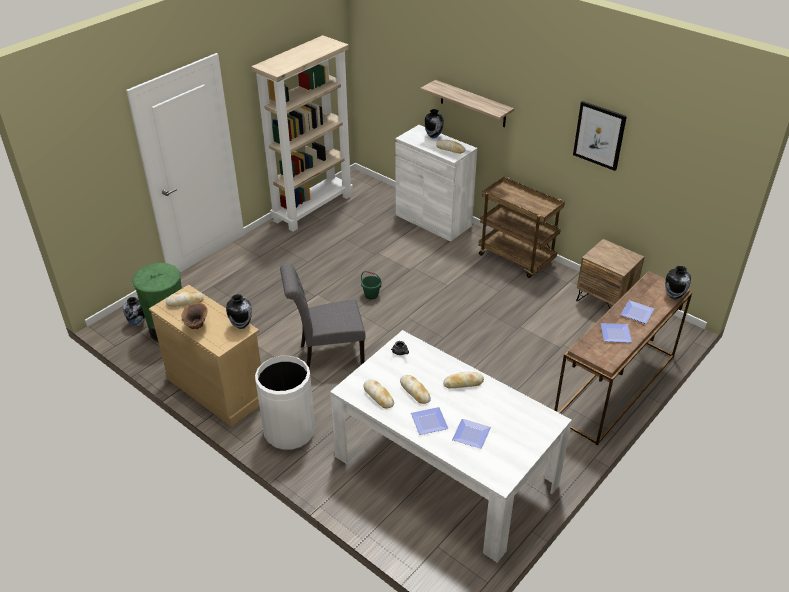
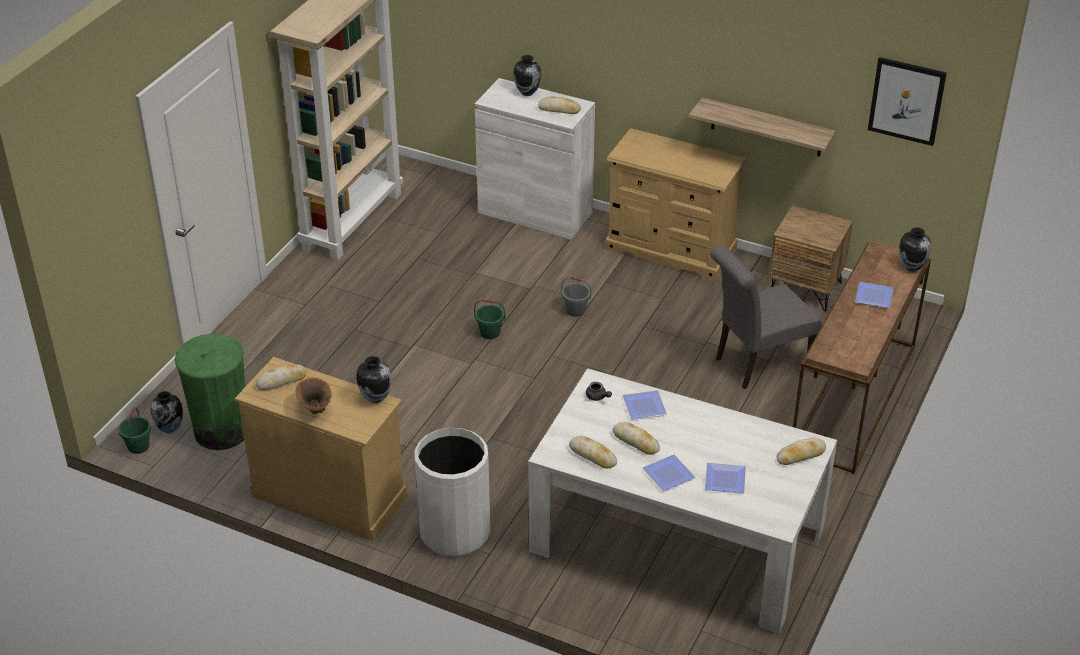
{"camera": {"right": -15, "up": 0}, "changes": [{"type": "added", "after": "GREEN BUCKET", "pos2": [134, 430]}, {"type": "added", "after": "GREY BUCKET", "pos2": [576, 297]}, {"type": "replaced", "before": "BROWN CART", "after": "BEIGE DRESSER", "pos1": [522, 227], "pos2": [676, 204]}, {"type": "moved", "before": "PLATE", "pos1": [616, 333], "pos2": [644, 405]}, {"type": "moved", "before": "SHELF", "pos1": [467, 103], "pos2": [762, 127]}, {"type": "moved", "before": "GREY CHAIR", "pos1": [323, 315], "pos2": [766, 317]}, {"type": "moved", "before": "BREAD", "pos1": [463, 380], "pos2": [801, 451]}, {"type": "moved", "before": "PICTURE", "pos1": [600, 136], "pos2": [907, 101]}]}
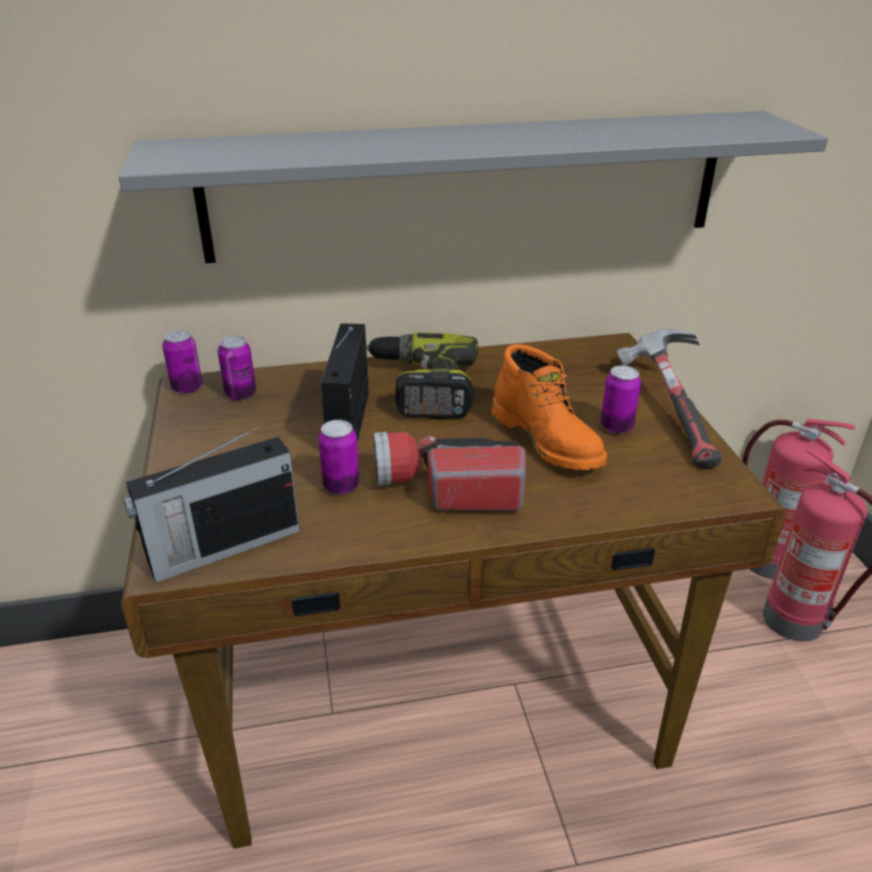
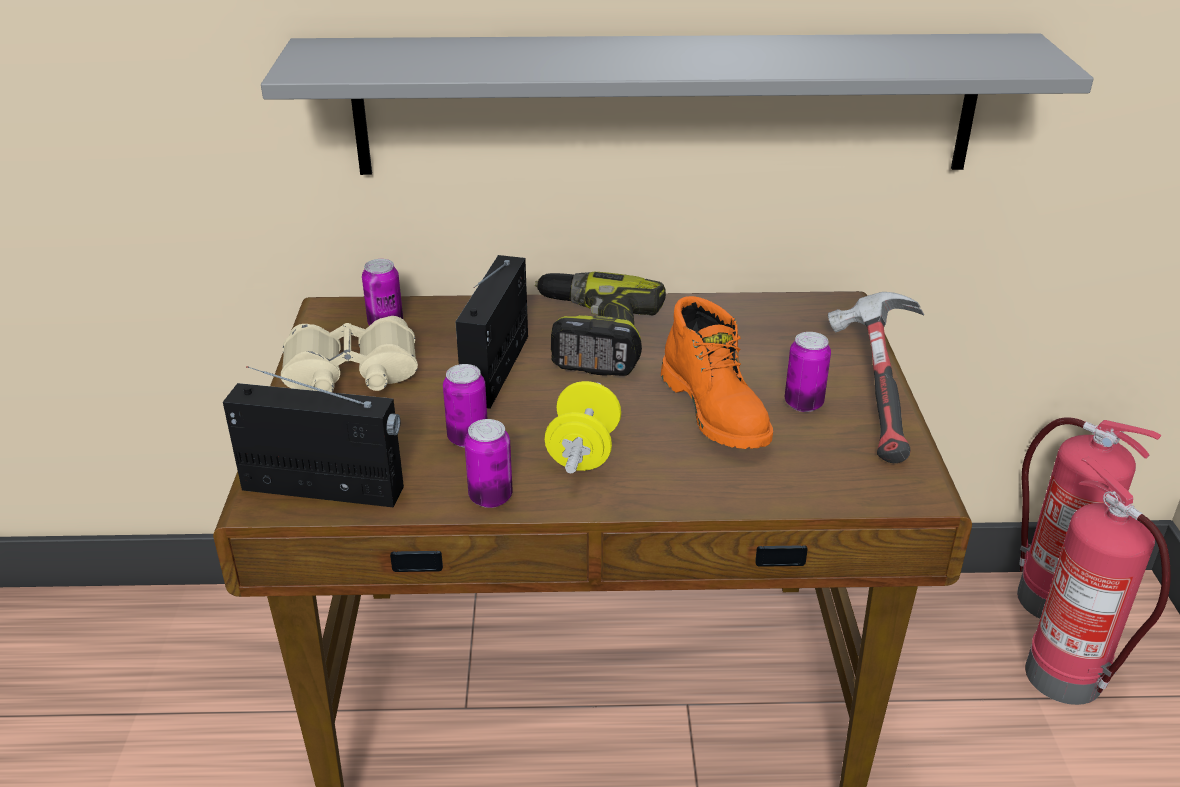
{"camera": {"right": 10, "up": 0}, "changes": [{"type": "turned", "before": "RADIO", "pos1": [212, 504], "pos2": [313, 436], "turn": -150}, {"type": "added", "after": "BEIGE BINOCULARS", "pos2": [349, 354]}, {"type": "moved", "before": "CAN", "pos1": [182, 362], "pos2": [488, 463]}, {"type": "replaced", "before": "FLASHLIGHT", "after": "YELLOW DUMBBELL", "pos1": [449, 471], "pos2": [583, 427]}]}
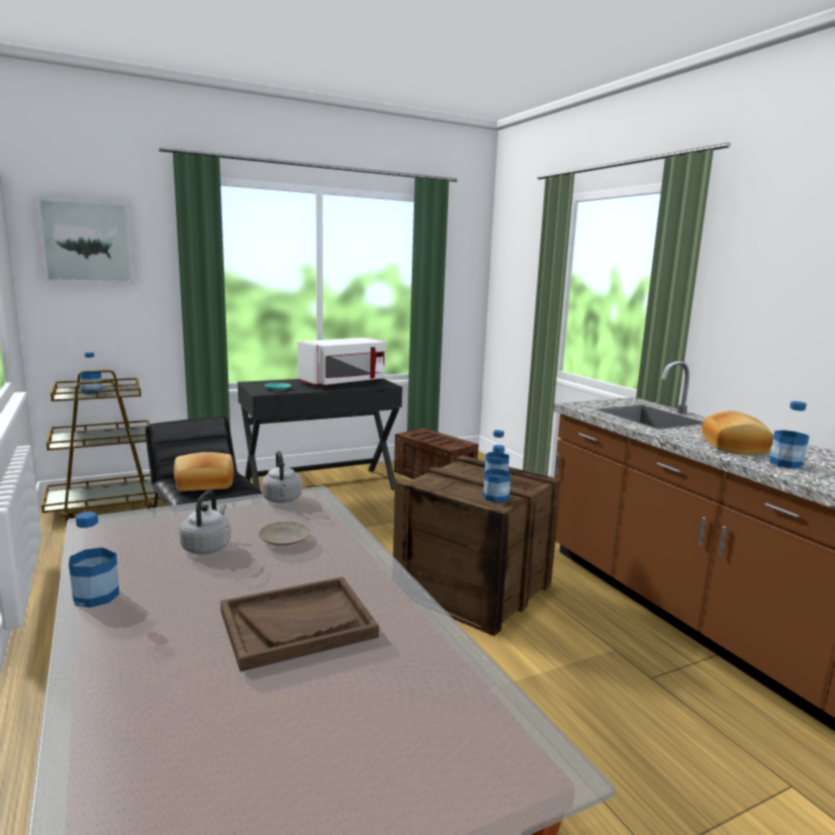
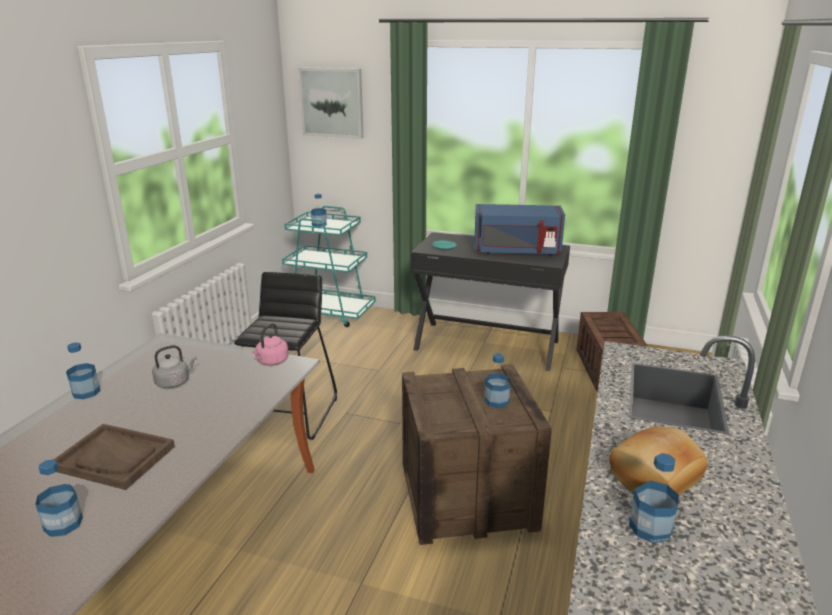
{"camera": {"right": 45, "up": 10}, "changes": [{"type": "moved", "before": "BOTTLE", "pos1": [497, 473], "pos2": [59, 498]}, {"type": "recoloured", "before": "GREY KETTLE", "after": "PINK KETTLE", "pos1": [282, 477], "pos2": [270, 344]}, {"type": "recoloured", "before": "BROWN CART", "after": "TURQUOISE CART", "pos1": [100, 445], "pos2": [328, 266]}, {"type": "recoloured", "before": "WHITE MICROWAVE", "after": "BLUE MICROWAVE", "pos1": [341, 362], "pos2": [519, 229]}, {"type": "removed", "before": "BREAD", "pos1": [204, 471]}, {"type": "removed", "before": "BEIGE PLATE", "pos1": [284, 533]}]}
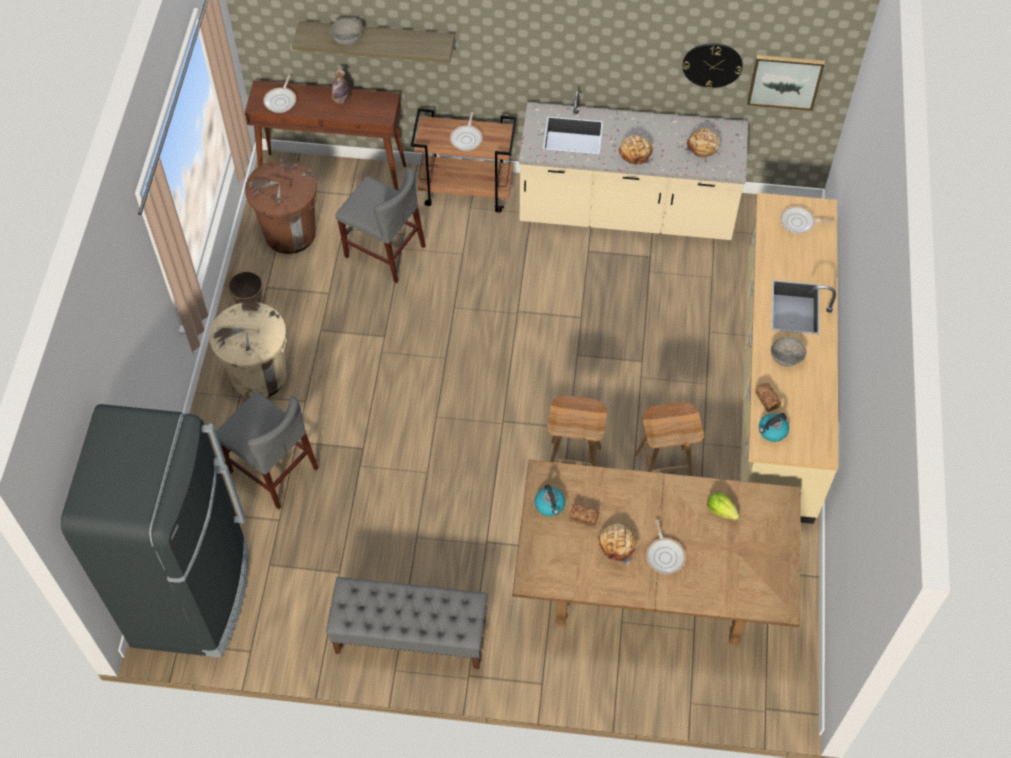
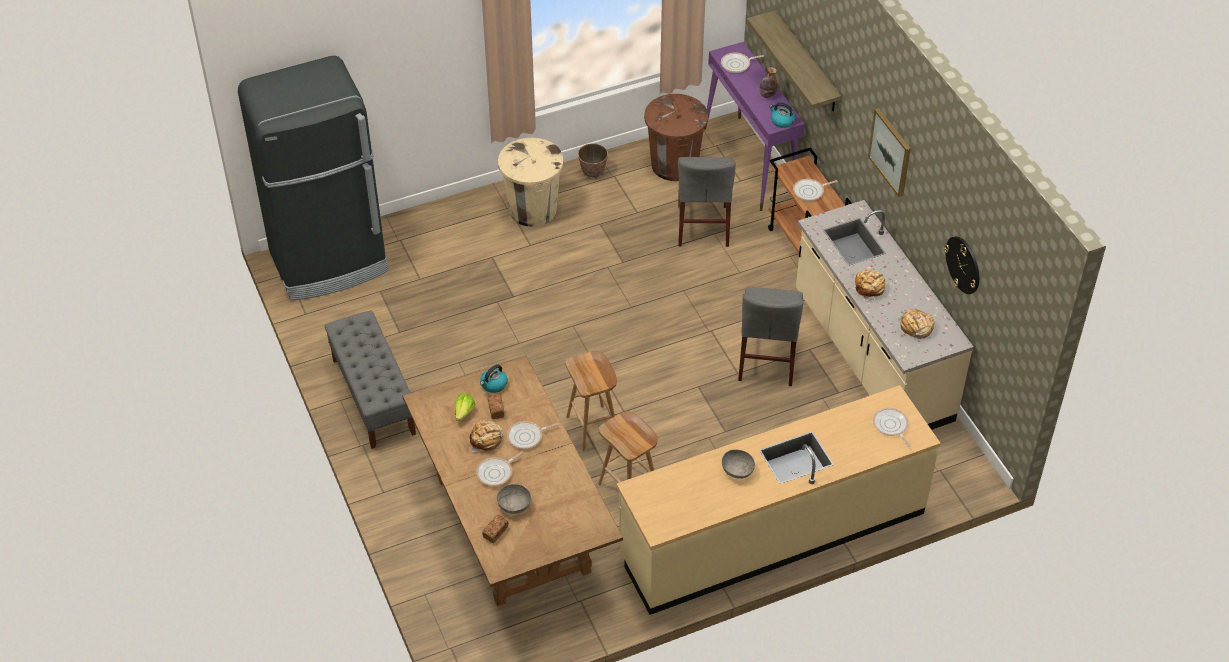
{"camera": {"right": 60, "up": -10}, "changes": [{"type": "moved", "before": "LETTUCE", "pos1": [723, 506], "pos2": [465, 407]}, {"type": "moved", "before": "BREAD", "pos1": [768, 397], "pos2": [495, 529]}, {"type": "moved", "before": "GREY BOWL", "pos1": [346, 31], "pos2": [514, 499]}, {"type": "added", "after": "FRYING PAN", "pos2": [533, 435]}, {"type": "recoloured", "before": "BROWN CONSOLE TABLE", "after": "PURPLE CONSOLE TABLE", "pos1": [325, 135], "pos2": [754, 126]}, {"type": "moved", "before": "GREY CHAIR", "pos1": [267, 450], "pos2": [770, 336]}, {"type": "moved", "before": "KETTLE", "pos1": [774, 427], "pos2": [782, 115]}, {"type": "moved", "before": "PICTURE", "pos1": [786, 83], "pos2": [889, 152]}]}
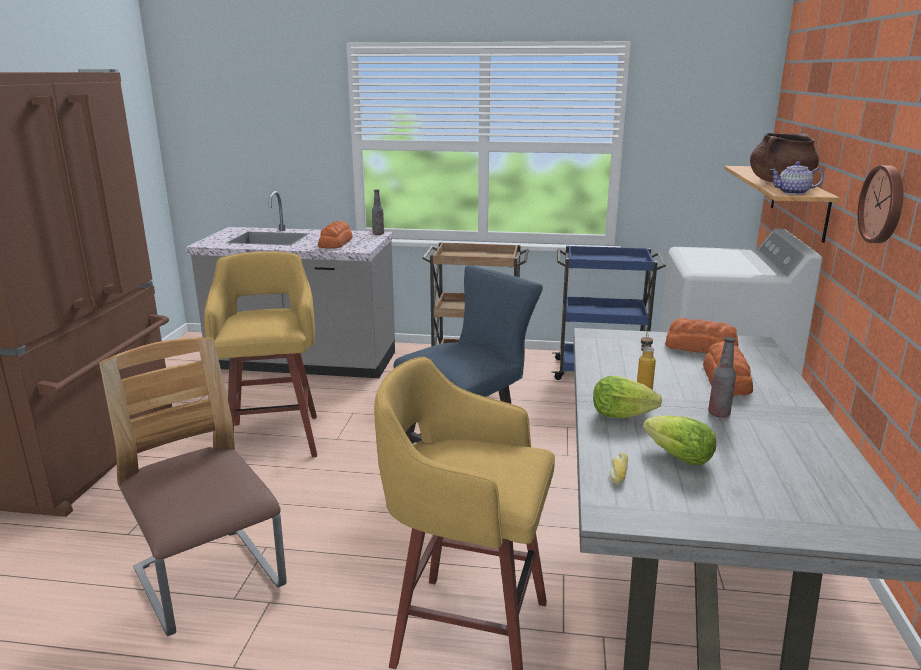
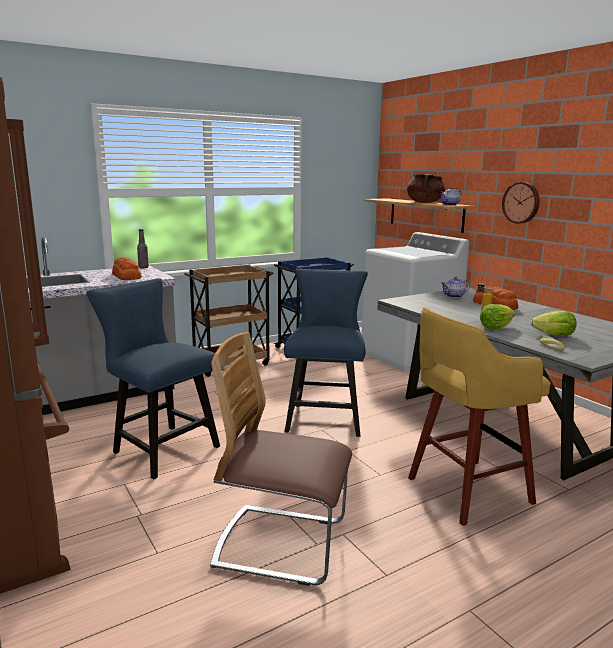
{"camera": {"right": -40, "up": -5}, "changes": [{"type": "replaced", "before": "YELLOW STOOL", "after": "BLUE CHAIR", "pos1": [260, 354], "pos2": [153, 378]}, {"type": "replaced", "before": "BREAD", "after": "TEAPOT", "pos1": [701, 336], "pos2": [455, 287]}, {"type": "removed", "before": "BOTTLE", "pos1": [722, 377]}]}
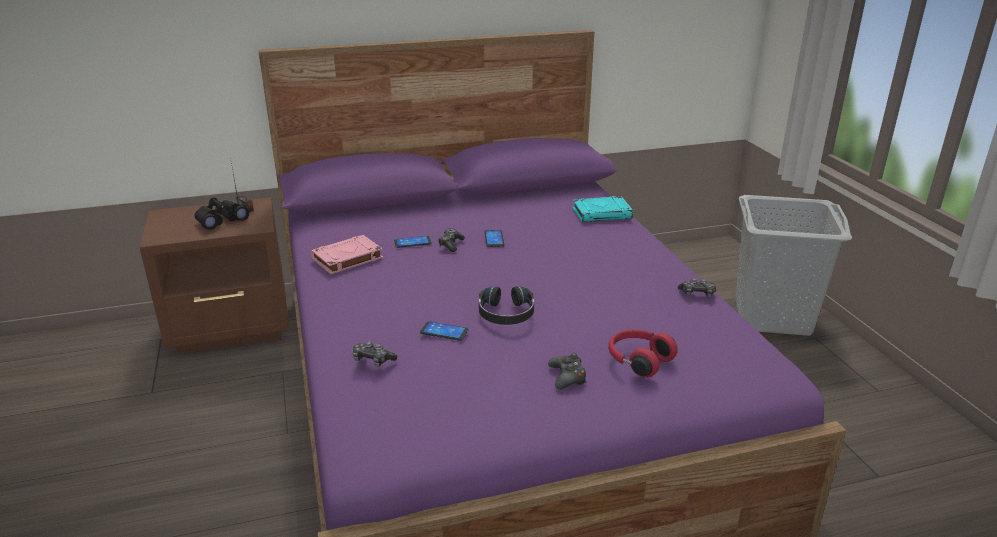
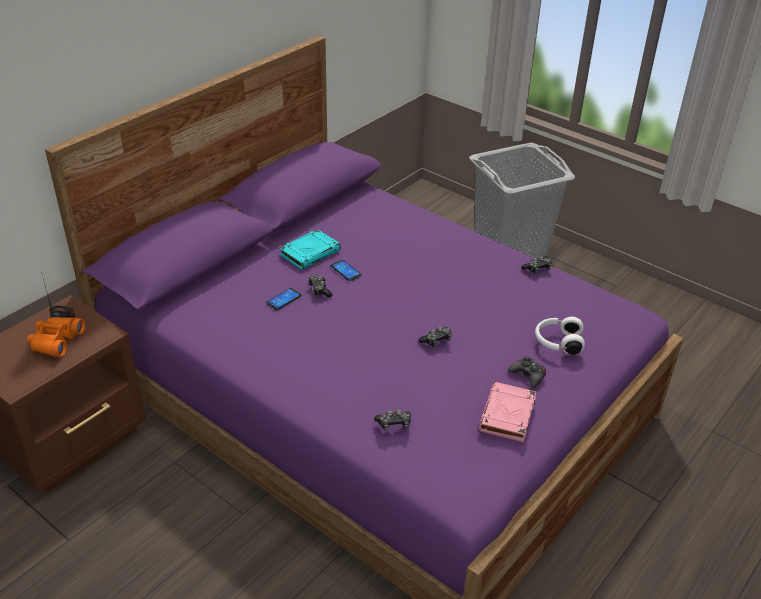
{"camera": {"right": -35, "up": 10}, "changes": [{"type": "recoloured", "before": "BLACK BINOCULARS", "after": "ORANGE BINOCULARS", "pos1": [222, 213], "pos2": [56, 337]}, {"type": "moved", "before": "TURQUOISE BOOK", "pos1": [602, 209], "pos2": [310, 249]}, {"type": "replaced", "before": "BLACK HEADPHONES", "after": "GAME CONTROLLER", "pos1": [506, 305], "pos2": [435, 336]}, {"type": "moved", "before": "PINK BOOK", "pos1": [347, 254], "pos2": [508, 412]}, {"type": "recoloured", "before": "RED HEADPHONES", "after": "WHITE HEADPHONES", "pos1": [643, 353], "pos2": [560, 336]}, {"type": "removed", "before": "PHONE", "pos1": [444, 331]}]}
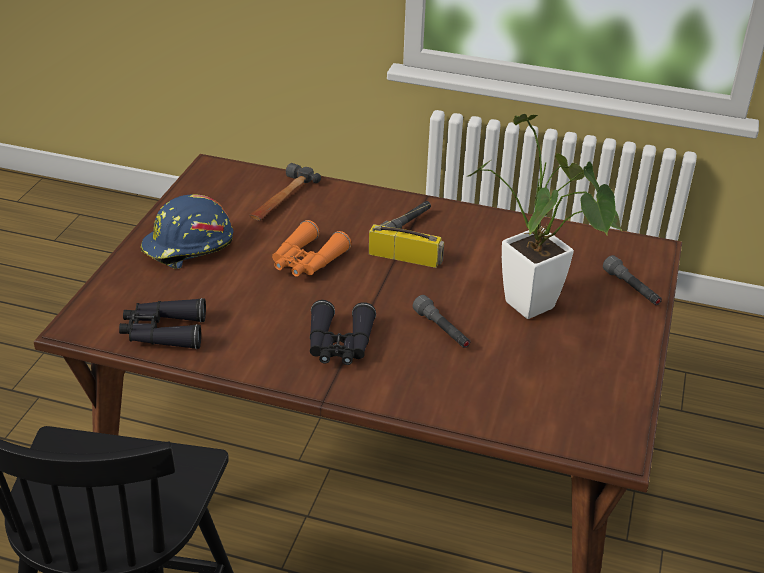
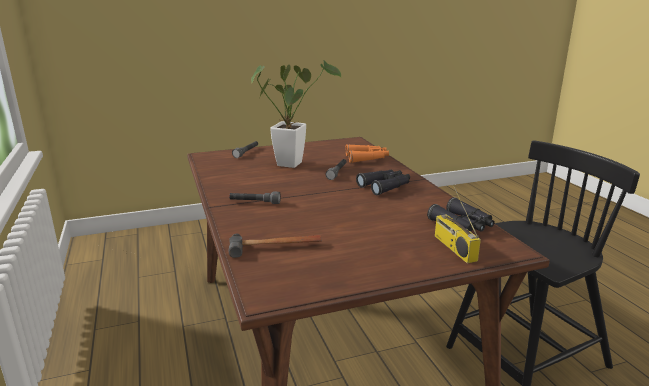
{"camera": {"right": -125, "up": -15}, "changes": [{"type": "moved", "before": "ORANGE BINOCULARS", "pos1": [311, 248], "pos2": [367, 153]}, {"type": "moved", "before": "RADIO", "pos1": [406, 236], "pos2": [458, 224]}, {"type": "removed", "before": "BLUE HARD HAT", "pos1": [187, 231]}]}
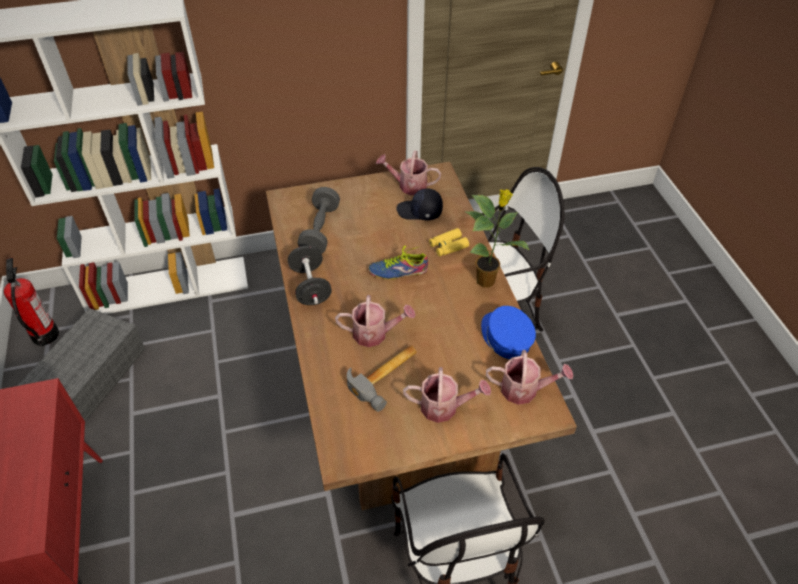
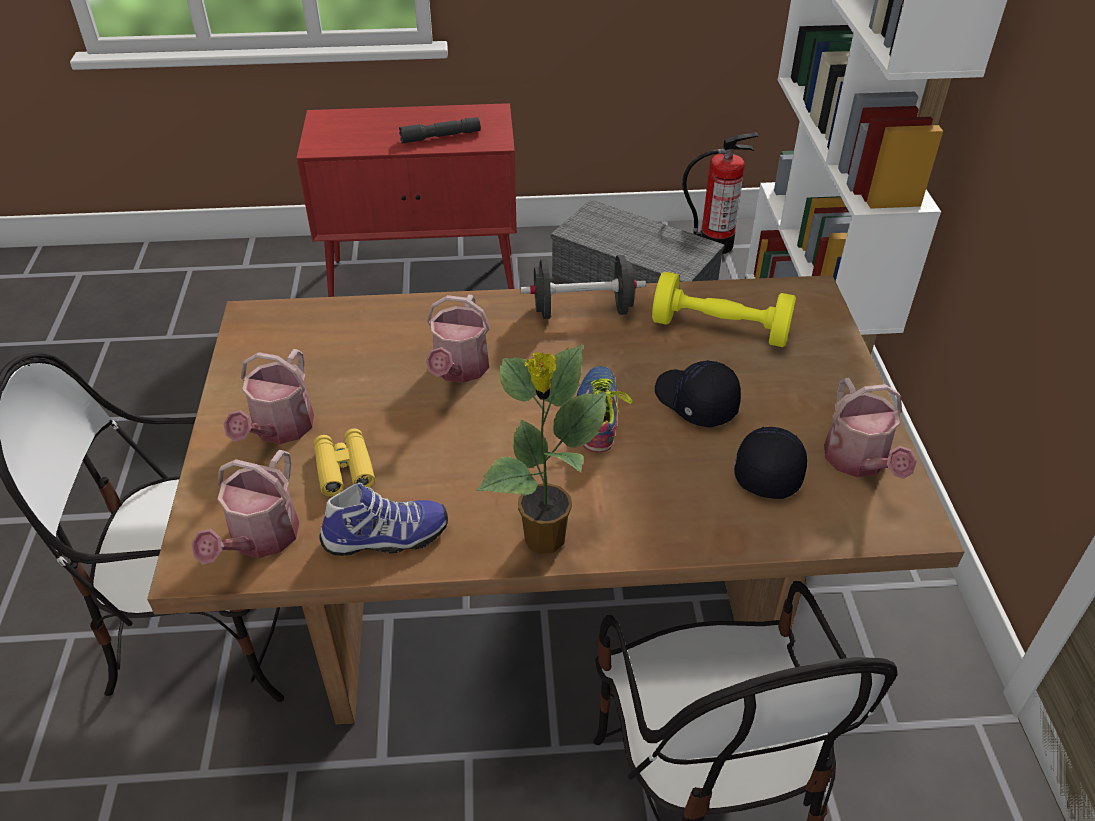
{"camera": {"right": 100, "up": -5}, "changes": [{"type": "moved", "before": "YELLOW BINOCULARS", "pos1": [449, 242], "pos2": [344, 462]}, {"type": "replaced", "before": "BLUE CAP", "after": "SHOE", "pos1": [508, 332], "pos2": [383, 519]}, {"type": "added", "after": "GREY FLASHLIGHT", "pos2": [440, 130]}, {"type": "recoloured", "before": "GREY DUMBBELL", "after": "YELLOW DUMBBELL", "pos1": [319, 220], "pos2": [724, 309]}, {"type": "added", "after": "BLACK CAP", "pos2": [698, 393]}, {"type": "turned", "before": "WATERING CAN", "pos1": [408, 173], "pos2": [870, 428], "turn": 150}, {"type": "removed", "before": "HAMMER", "pos1": [382, 378]}]}
